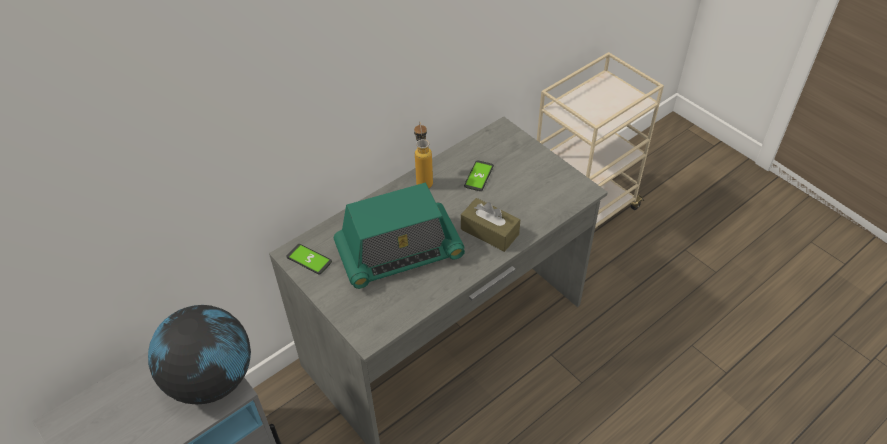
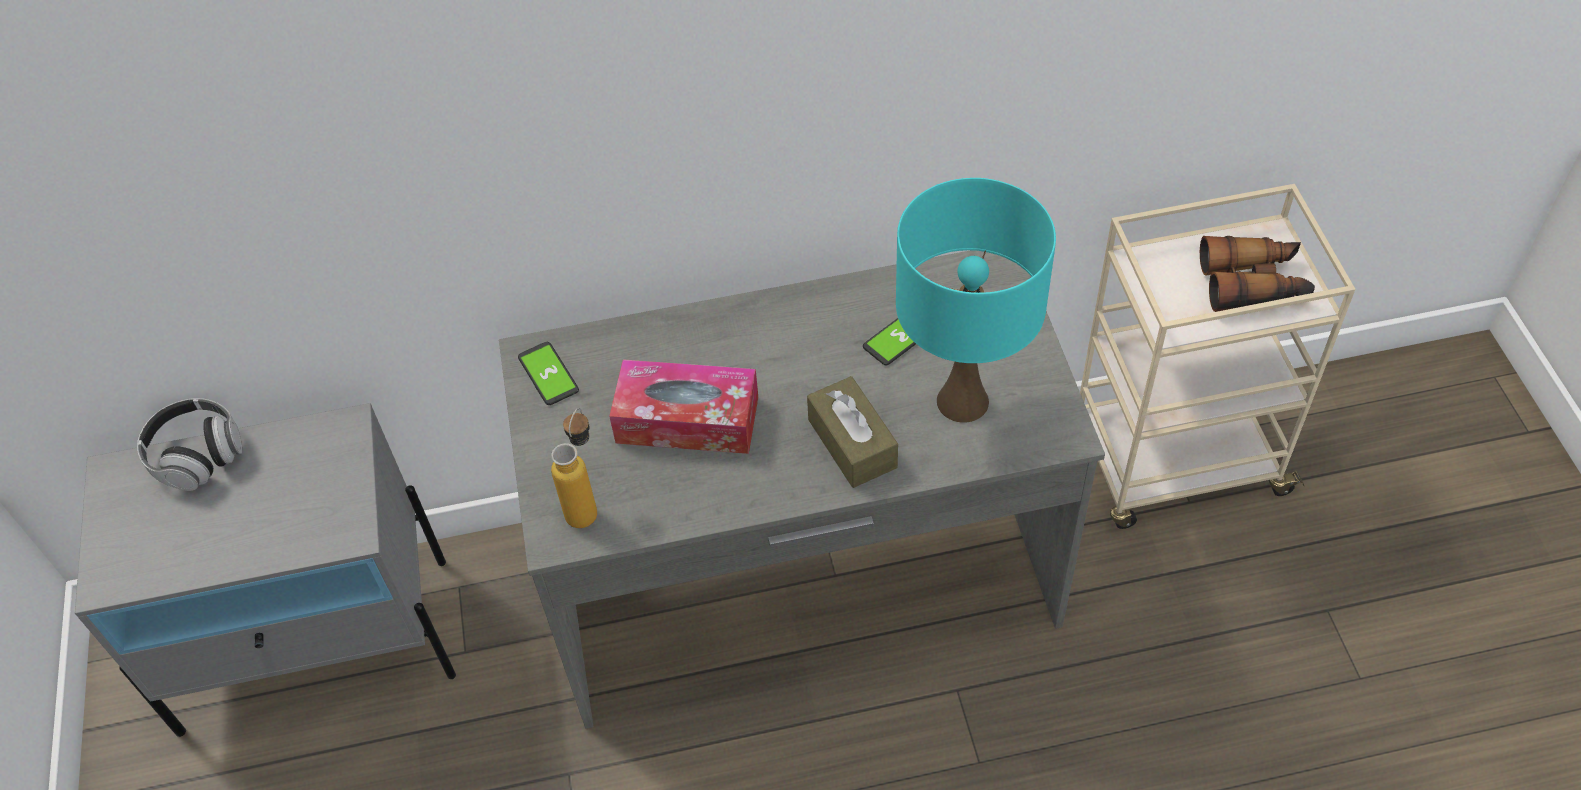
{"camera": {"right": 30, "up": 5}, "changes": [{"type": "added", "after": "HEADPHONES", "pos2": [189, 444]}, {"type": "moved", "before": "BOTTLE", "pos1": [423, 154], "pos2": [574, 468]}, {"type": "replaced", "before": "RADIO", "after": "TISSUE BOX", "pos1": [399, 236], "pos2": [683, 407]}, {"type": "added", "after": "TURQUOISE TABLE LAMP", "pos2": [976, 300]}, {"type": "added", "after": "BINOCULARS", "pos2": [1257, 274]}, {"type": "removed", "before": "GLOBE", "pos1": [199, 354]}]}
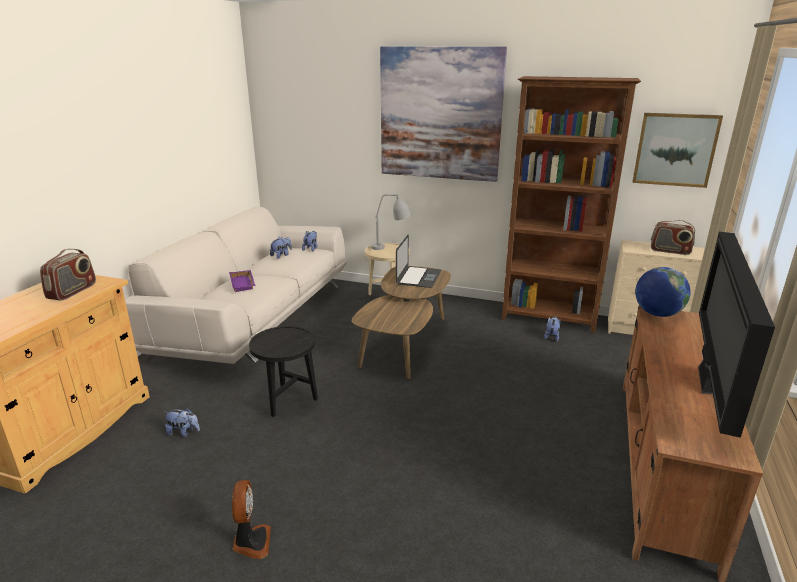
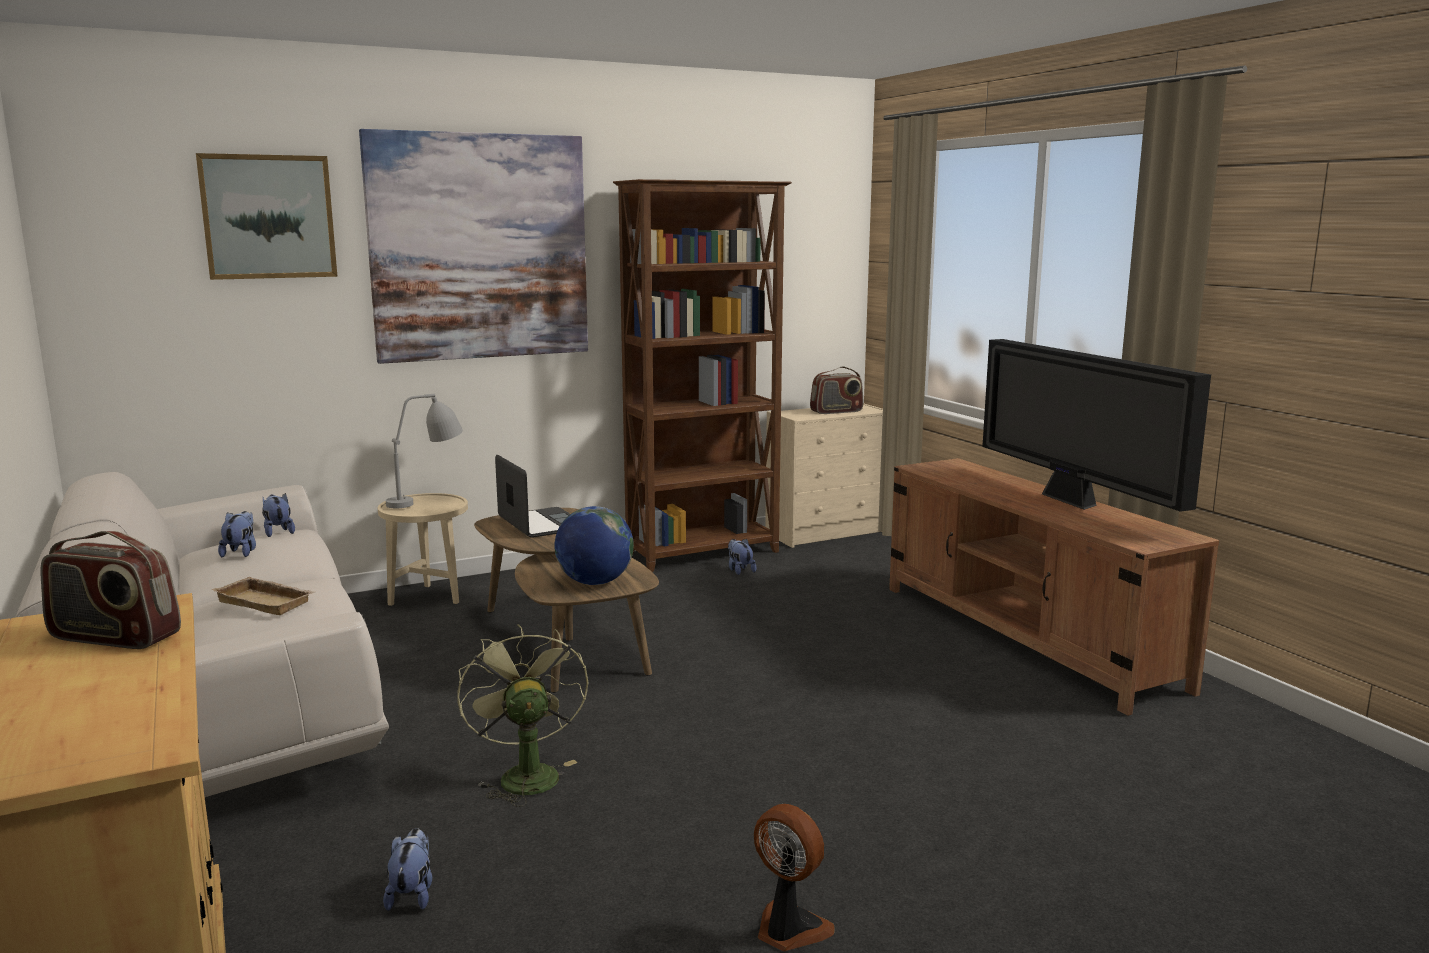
{"camera": {"right": -45, "up": -10}, "changes": [{"type": "turned", "before": "RADIO", "pos1": [68, 275], "pos2": [110, 590], "turn": 135}, {"type": "moved", "before": "PICTURE", "pos1": [677, 150], "pos2": [267, 216]}, {"type": "recoloured", "before": "PURPLE TRAY", "after": "BEIGE TRAY", "pos1": [242, 281], "pos2": [263, 596]}, {"type": "turned", "before": "PLUSH TOY", "pos1": [182, 422], "pos2": [407, 869], "turn": -60}, {"type": "replaced", "before": "BLACK SIDE TABLE", "after": "GREEN FAN", "pos1": [283, 371], "pos2": [523, 715]}, {"type": "moved", "before": "GLOBE", "pos1": [663, 292], "pos2": [594, 545]}]}
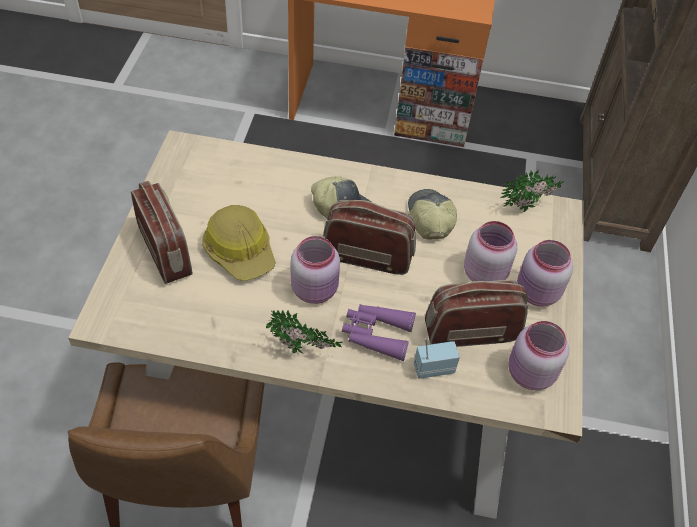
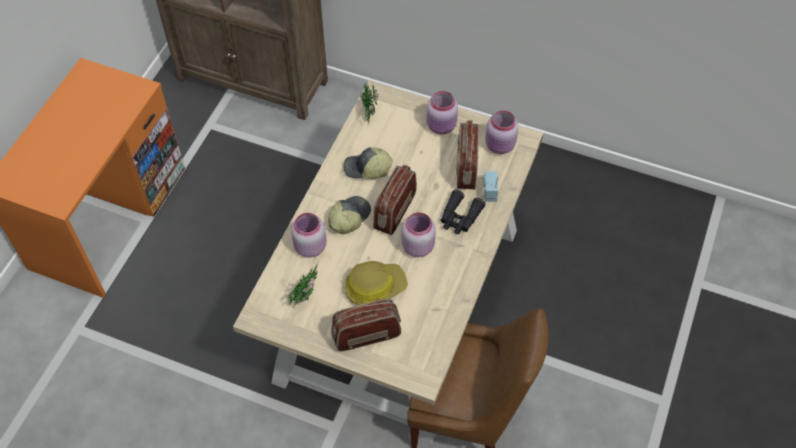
{"camera": {"right": -75, "up": 5}, "changes": [{"type": "moved", "before": "POTTED PLANT", "pos1": [304, 331], "pos2": [302, 286]}, {"type": "moved", "before": "PINK JAR", "pos1": [490, 251], "pos2": [309, 235]}, {"type": "recoloured", "before": "PURPLE BINOCULARS", "after": "BLACK BINOCULARS", "pos1": [379, 332], "pos2": [463, 211]}]}
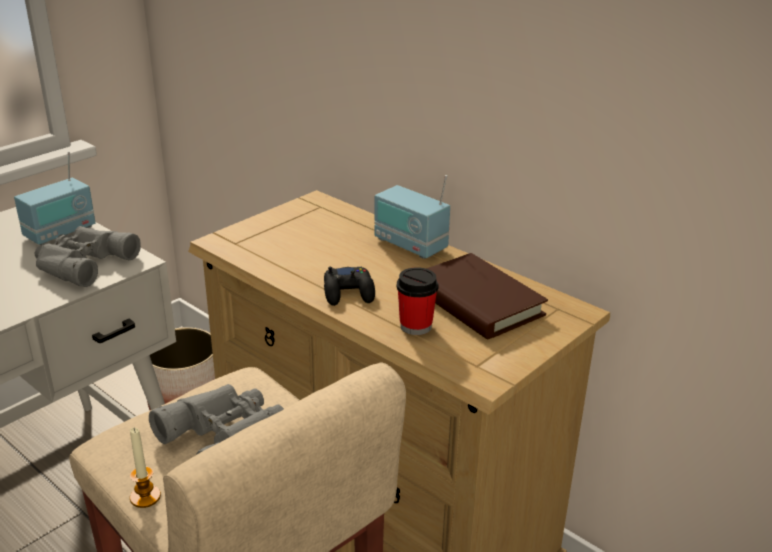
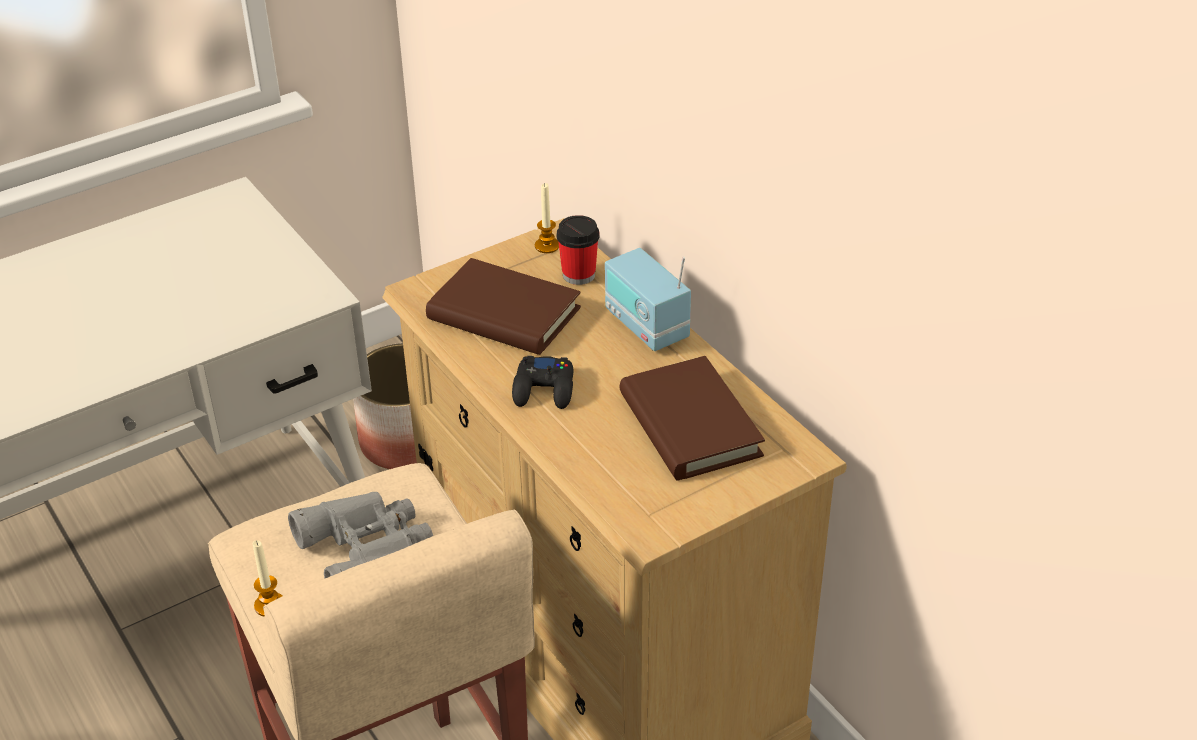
{"camera": {"right": 15, "up": 10}, "changes": [{"type": "added", "after": "BROWN BOOK", "pos2": [503, 306]}, {"type": "added", "after": "CANDLE", "pos2": [547, 218]}, {"type": "moved", "before": "CUP", "pos1": [417, 301], "pos2": [578, 250]}, {"type": "removed", "before": "RADIO", "pos1": [55, 198]}, {"type": "removed", "before": "GREY BINOCULARS", "pos1": [88, 256]}]}
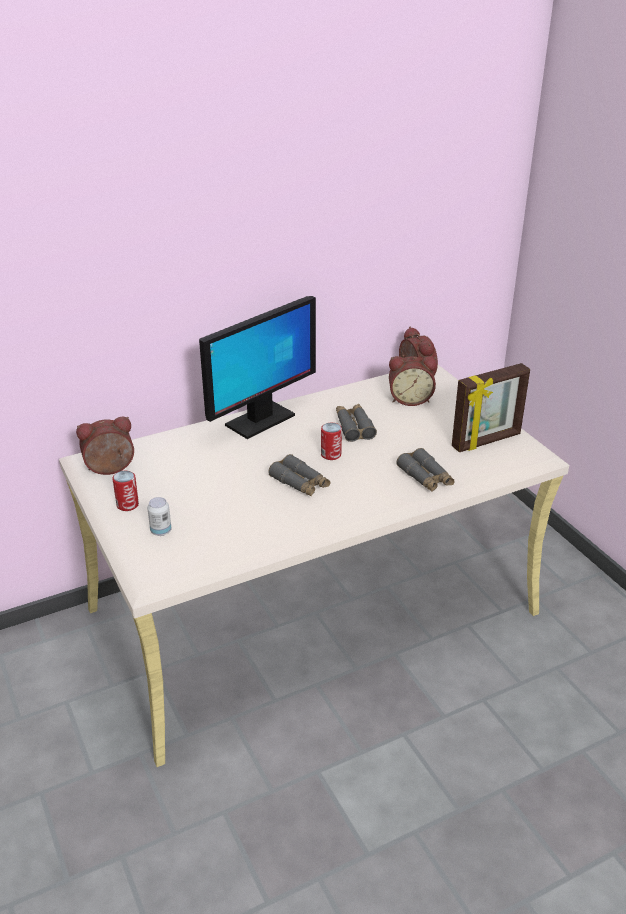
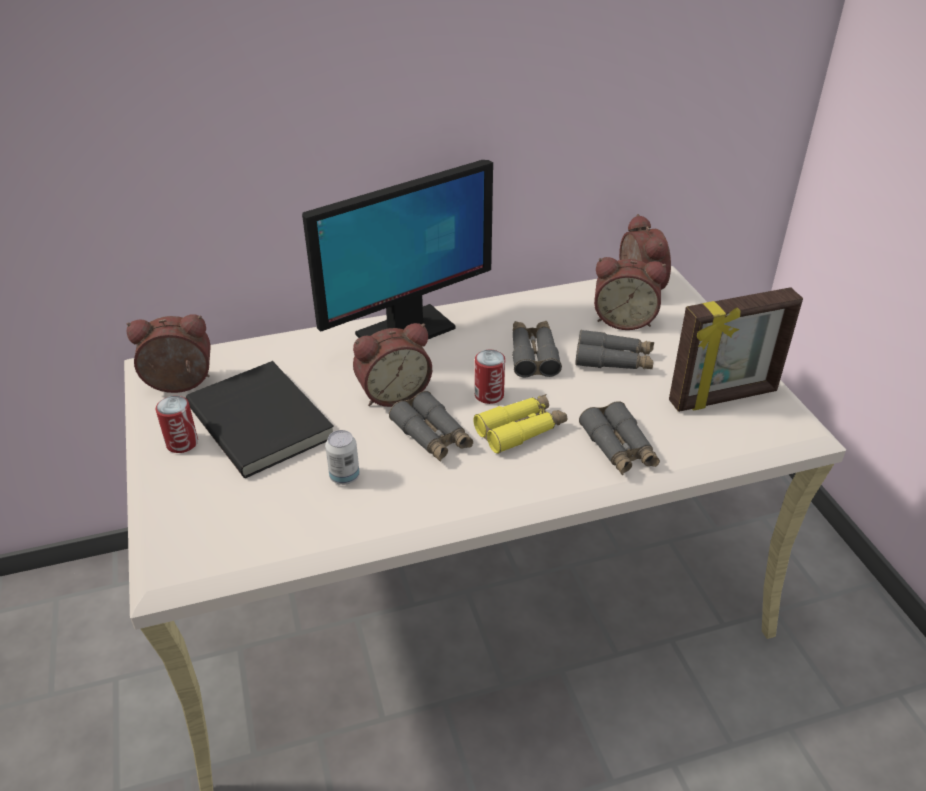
{"camera": {"right": 10, "up": 5}, "changes": [{"type": "added", "after": "BLACK BOOK", "pos2": [260, 419]}, {"type": "moved", "before": "CAN", "pos1": [159, 516], "pos2": [342, 457]}, {"type": "added", "after": "ALARM CLOCK", "pos2": [392, 365]}, {"type": "added", "after": "YELLOW BINOCULARS", "pos2": [520, 424]}, {"type": "added", "after": "GREY BINOCULARS", "pos2": [614, 349]}]}
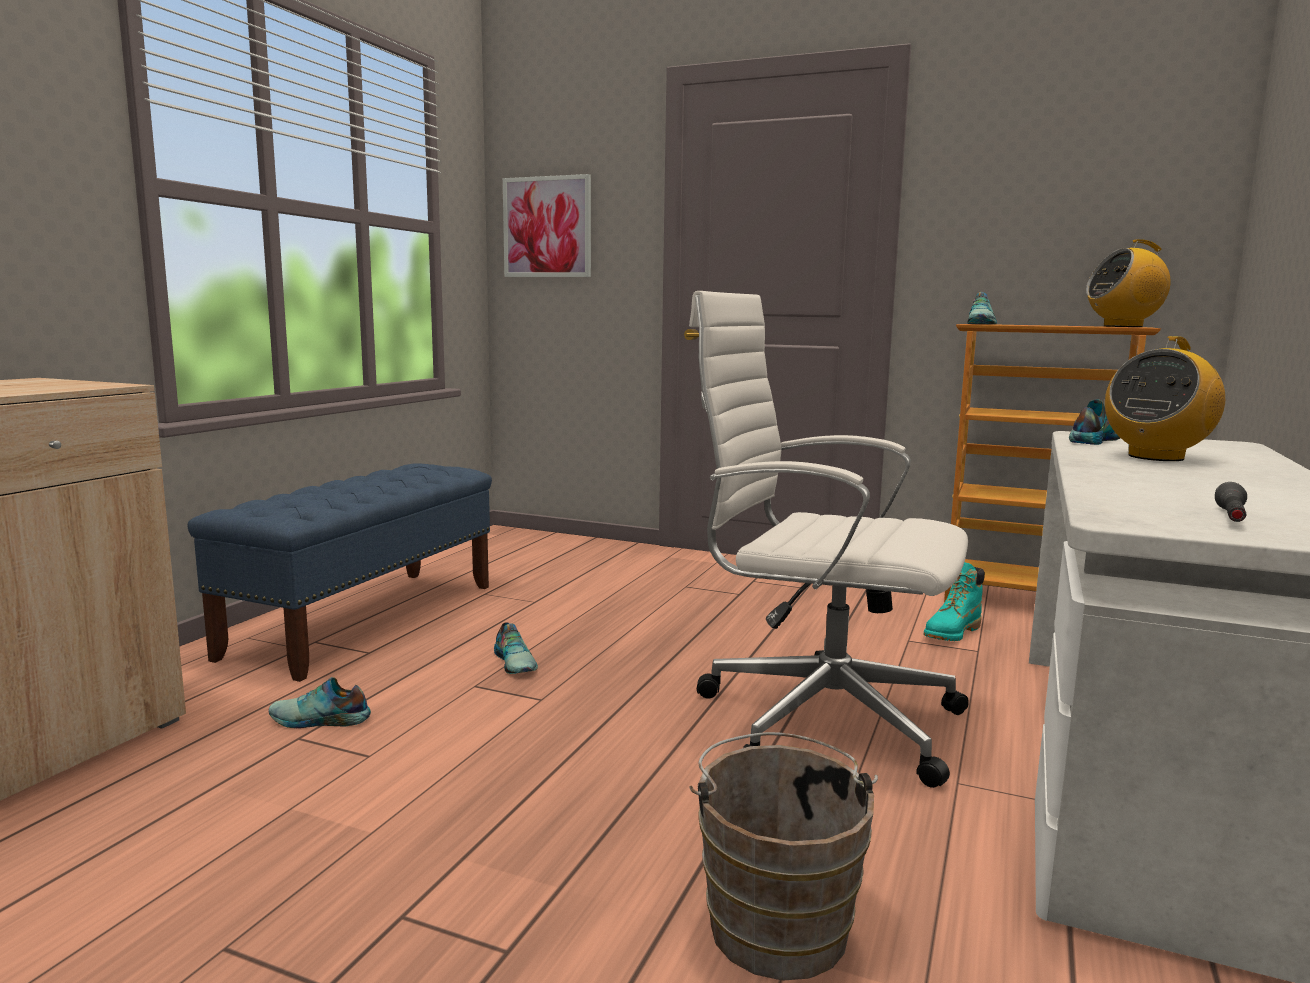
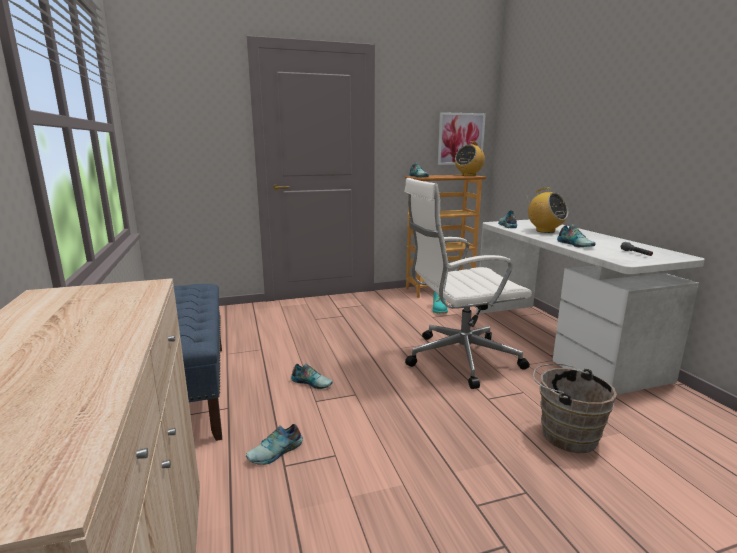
{"camera": {"right": -40, "up": 5}, "changes": [{"type": "moved", "before": "PICTURE", "pos1": [547, 225], "pos2": [461, 138]}, {"type": "turned", "before": "RADIO", "pos1": [1165, 398], "pos2": [547, 210], "turn": -45}, {"type": "added", "after": "SHOE", "pos2": [576, 235]}]}
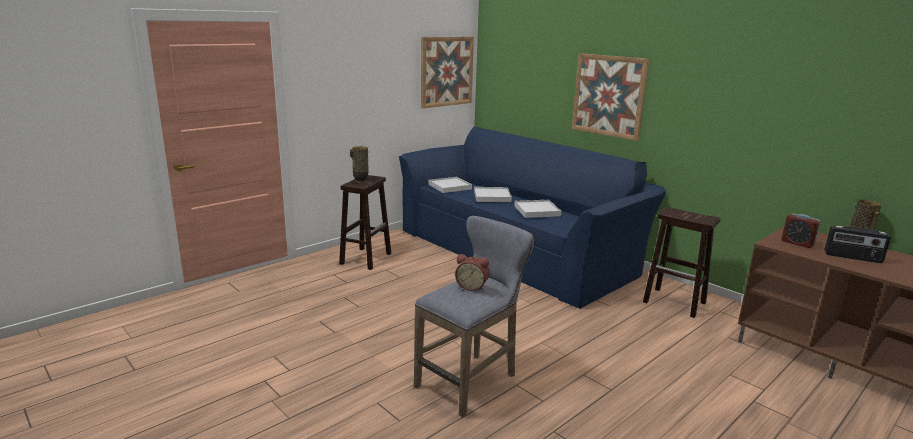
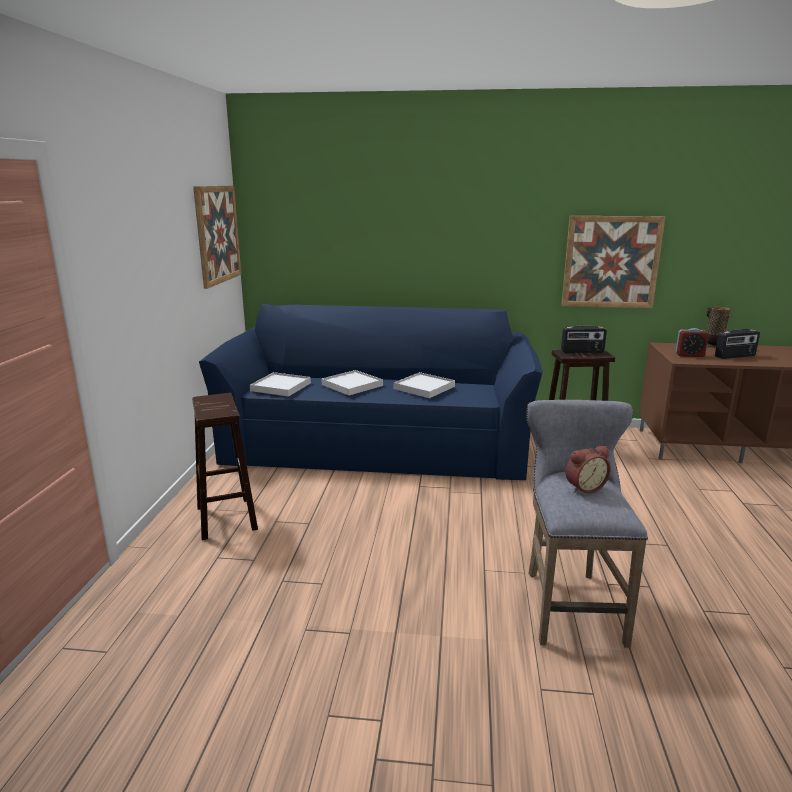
{"camera": {"right": -40, "up": 0}, "changes": [{"type": "moved", "before": "PICTURE", "pos1": [610, 97], "pos2": [613, 262]}, {"type": "added", "after": "RADIO", "pos2": [584, 339]}, {"type": "removed", "before": "VASE", "pos1": [359, 164]}]}
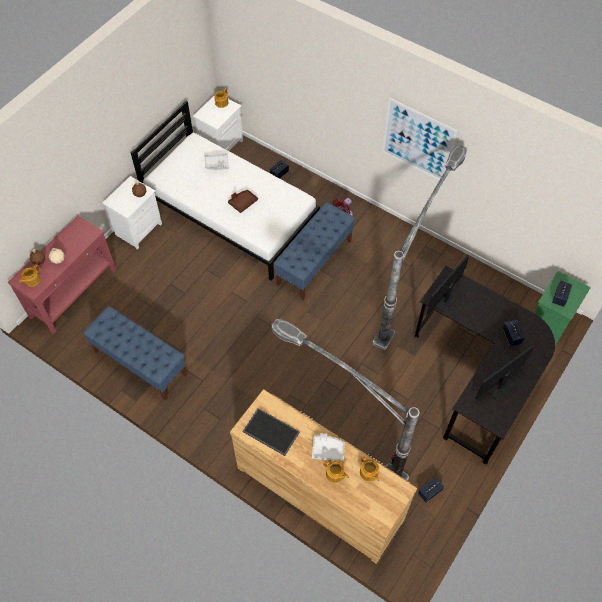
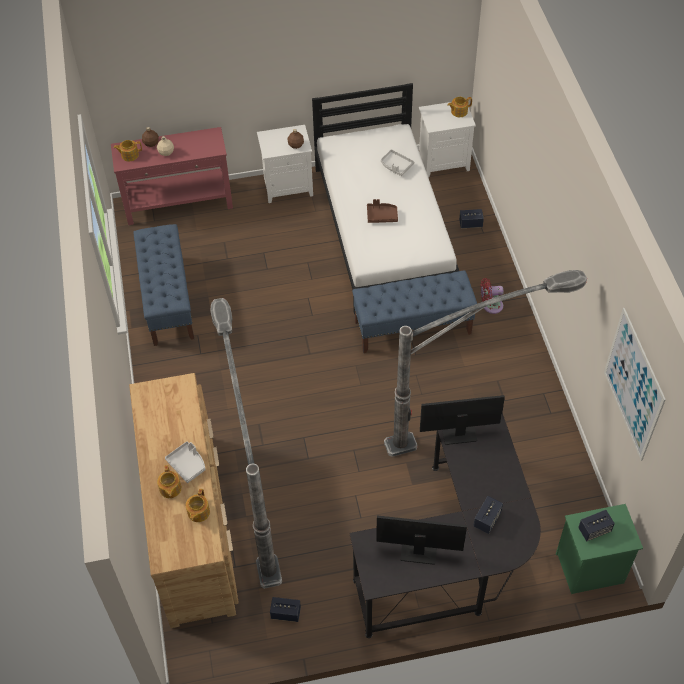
{"camera": {"right": 45, "up": -5}, "changes": [{"type": "moved", "before": "PICTURE", "pos1": [420, 140], "pos2": [635, 384]}, {"type": "removed", "before": "TRAY", "pos1": [271, 432]}]}
